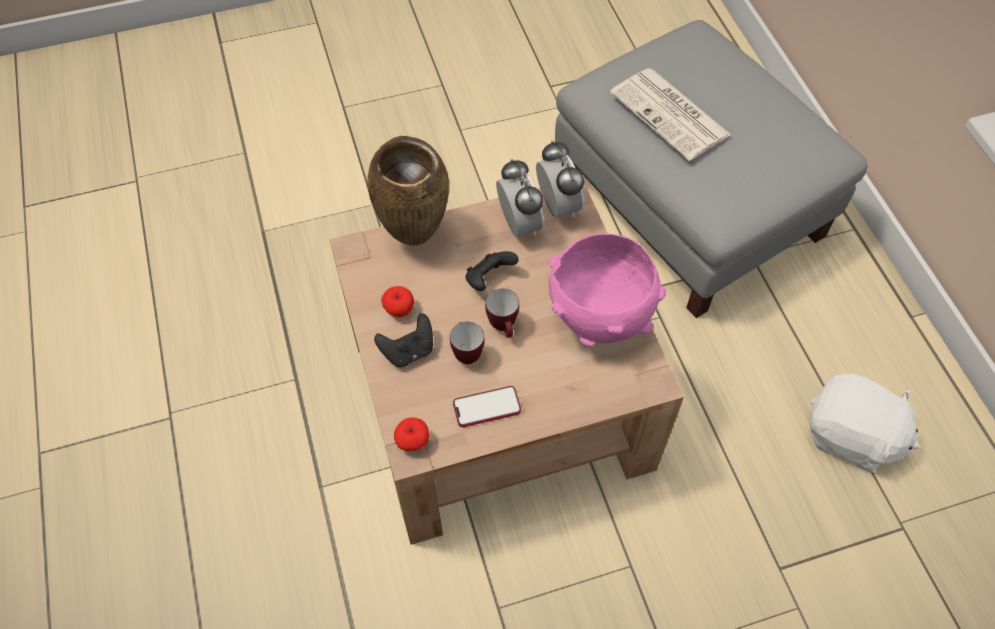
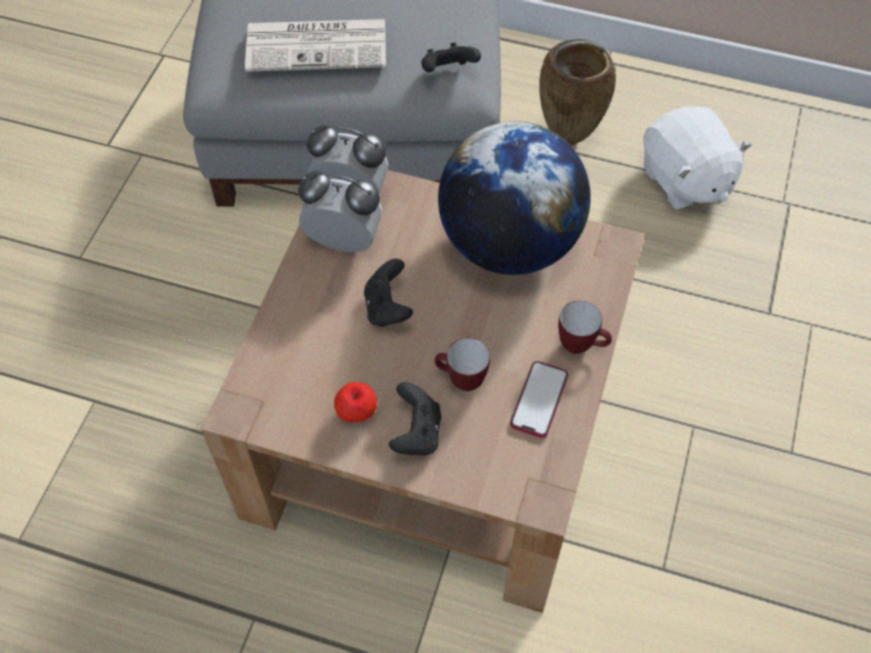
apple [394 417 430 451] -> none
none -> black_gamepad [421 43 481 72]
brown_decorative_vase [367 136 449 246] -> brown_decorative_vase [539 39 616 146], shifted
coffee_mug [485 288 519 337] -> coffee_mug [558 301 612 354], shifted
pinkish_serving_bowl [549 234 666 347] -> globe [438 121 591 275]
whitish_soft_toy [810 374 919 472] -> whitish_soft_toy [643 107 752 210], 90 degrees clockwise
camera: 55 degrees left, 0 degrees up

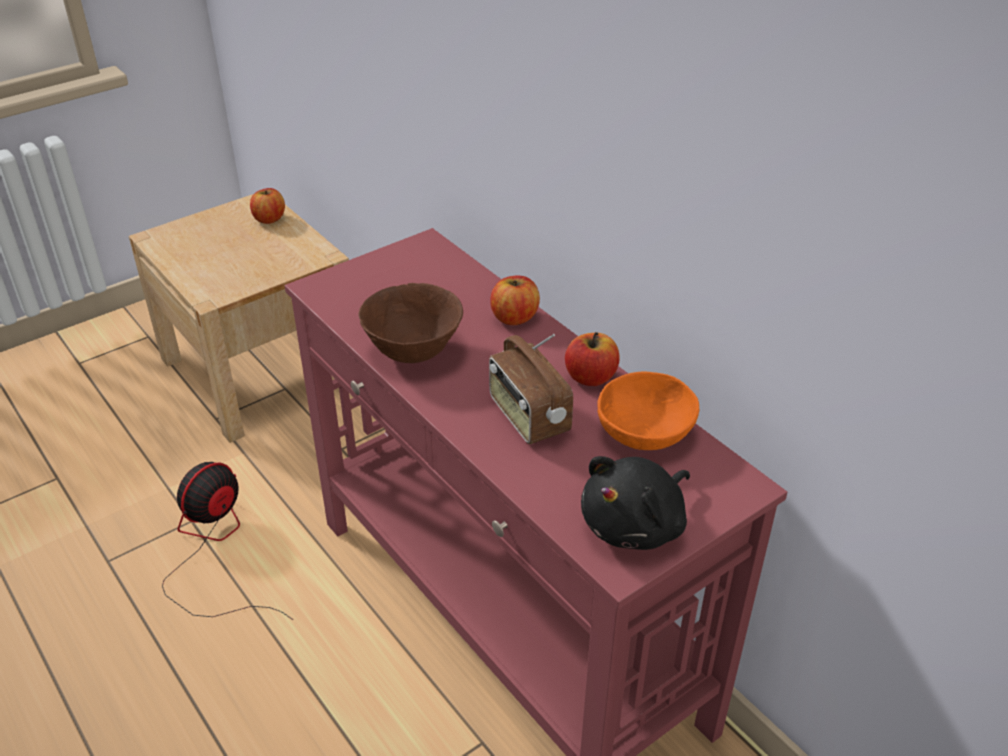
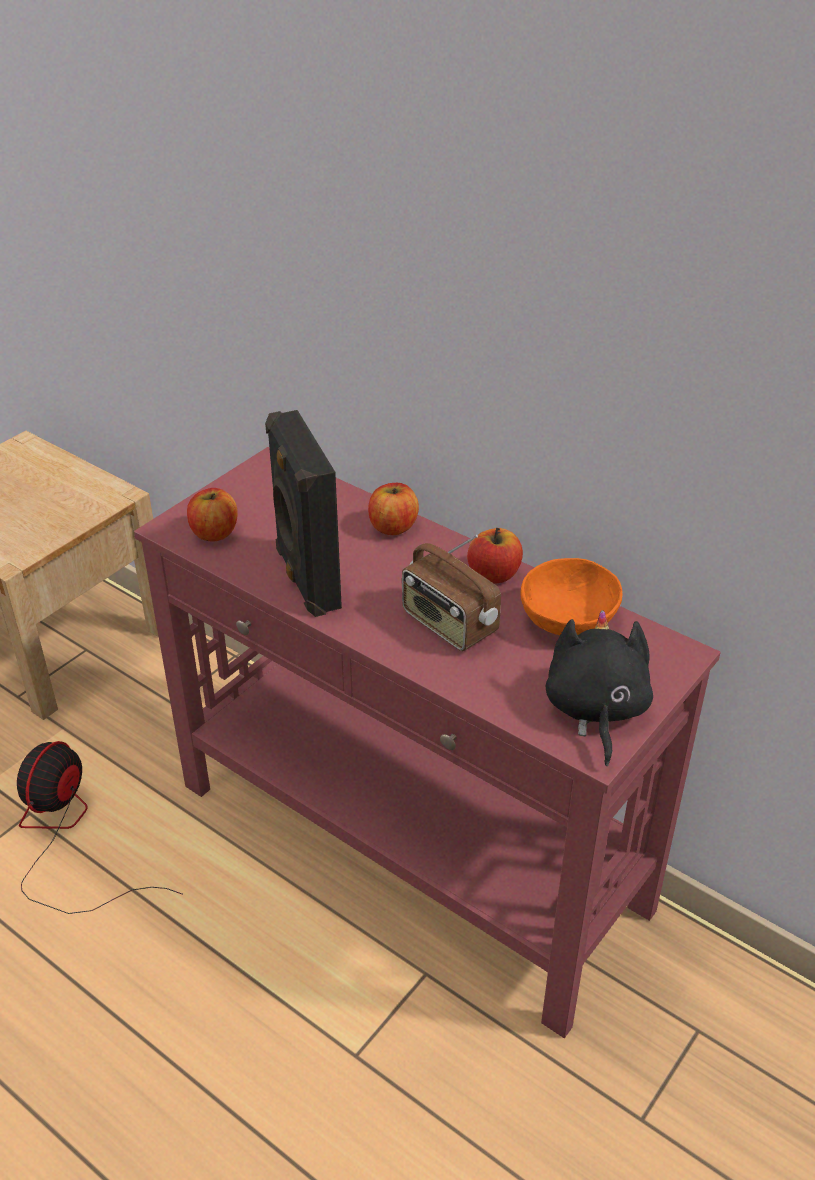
apple [250 188 285 224] -> apple [187 488 238 541], shifted
brown_serving_bowl [358 283 463 363] -> black_loudspeaker [265 410 342 617]
black_soft_toy [581 456 690 550] -> black_soft_toy [546 610 653 766], 150 degrees clockwise
camera: 15 degrees left, 0 degrees up

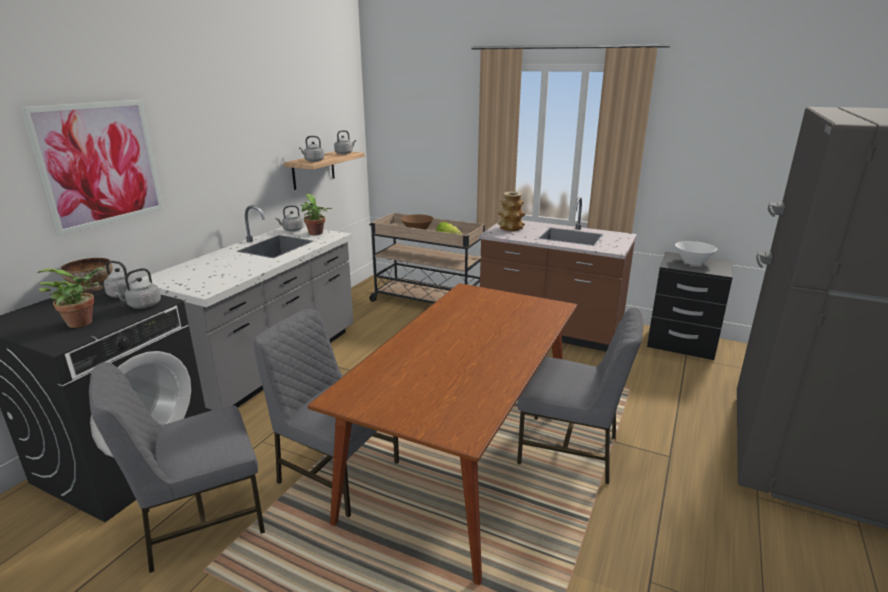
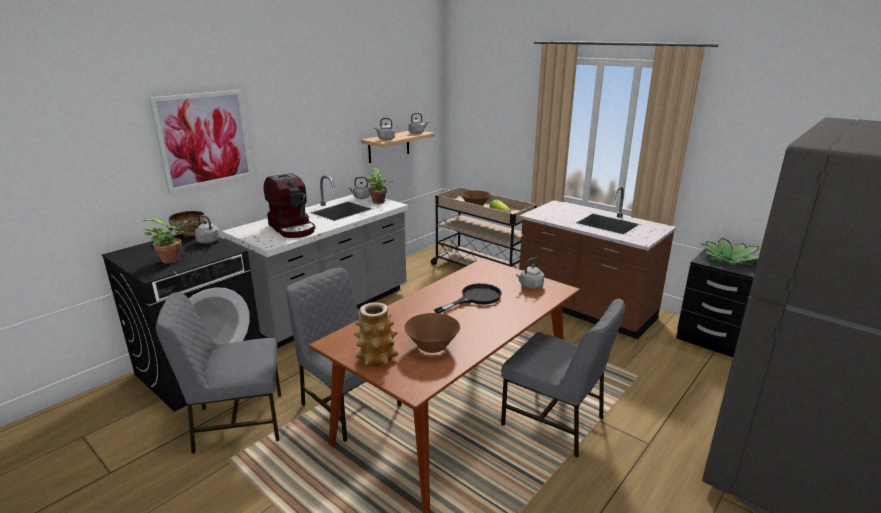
none -> coffee_brewer [264 173 315 238]
none -> brown_serving_bowl [404 313 460 353]
none -> black_frying_pan [434 283 502 313]
greyish_tea_kettle [113 268 161 309] -> greyish_tea_kettle [516 257 544 289], shifted
decorative_vase [498 192 526 231] -> decorative_vase [354 302 399 366], shifted
whitish_serving_bowl [675 241 717 265] -> potted_plant [701 238 759 266]
camera: 15 degrees right, 0 degrees up

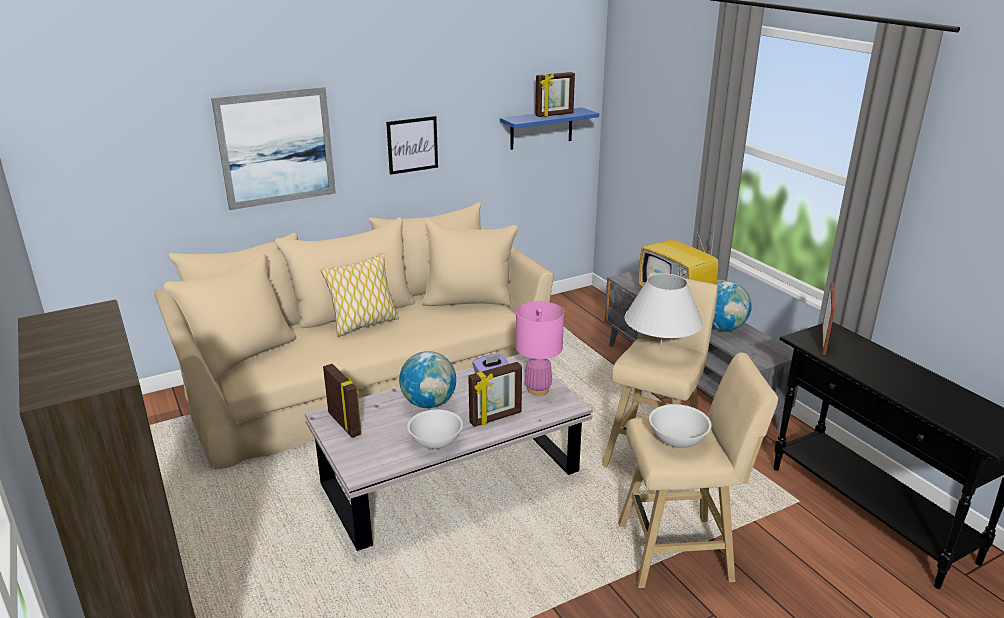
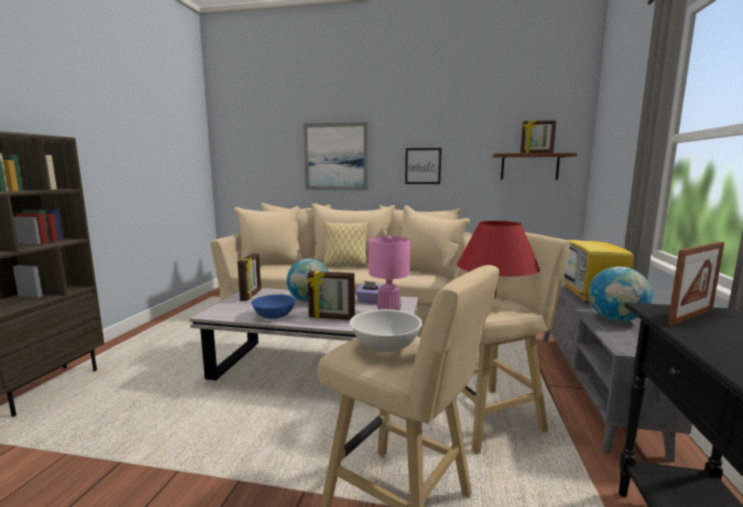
whitish_serving_bowl [407 409 463 449] -> blue_serving_bowl [251 294 296 319]
blue_bracket_shelf [500 107 599 150] -> brown_bracket_shelf [493 153 577 180]
whitish_tabletop_lamp [624 273 703 349] -> red_tabletop_lamp [457 221 540 299]
camera: 40 degrees right, 15 degrees down

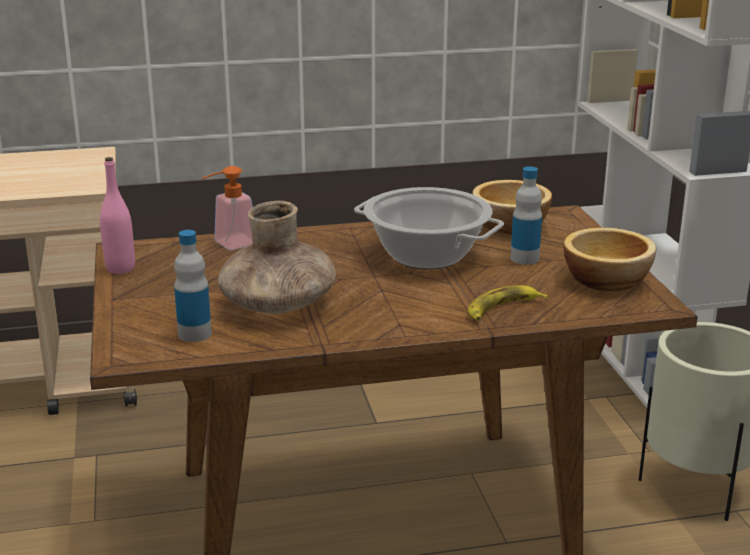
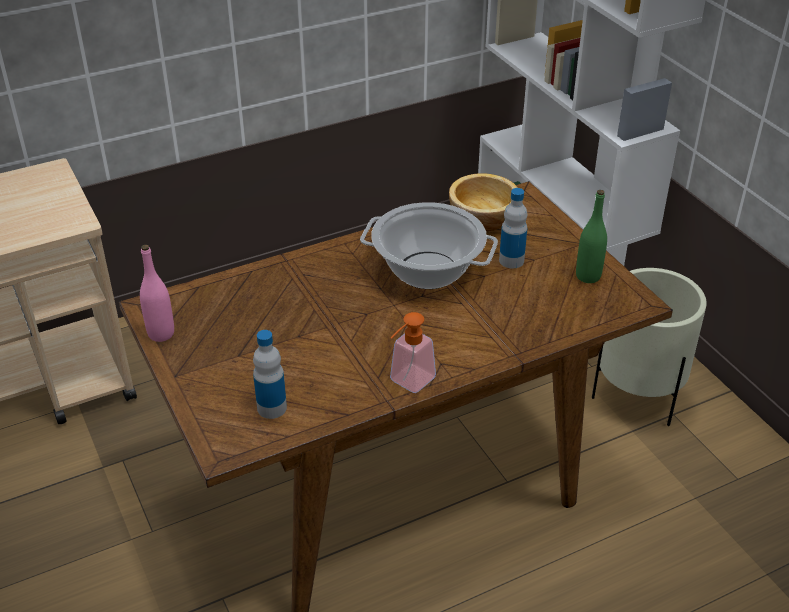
brown_decorative_vase [218 201 336 314] -> none
banana_fruit [468 286 549 320] -> none
soap_dispenser [202 166 253 250] -> soap_dispenser [390 312 436 393], shifted
serving_bowl [563 228 656 292] -> green_drink_bottle [576 190 607 283]
camera: 15 degrees left, 15 degrees up

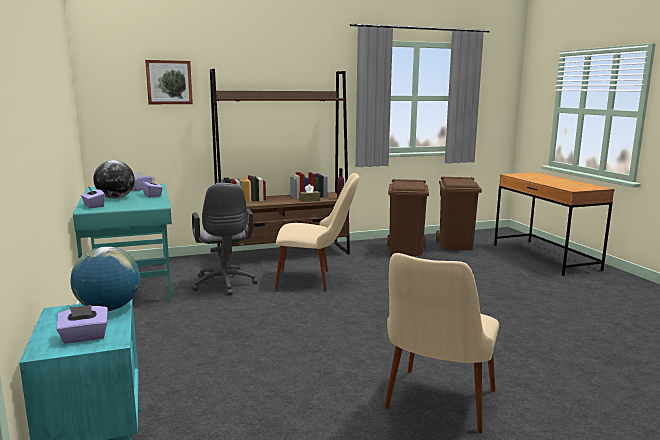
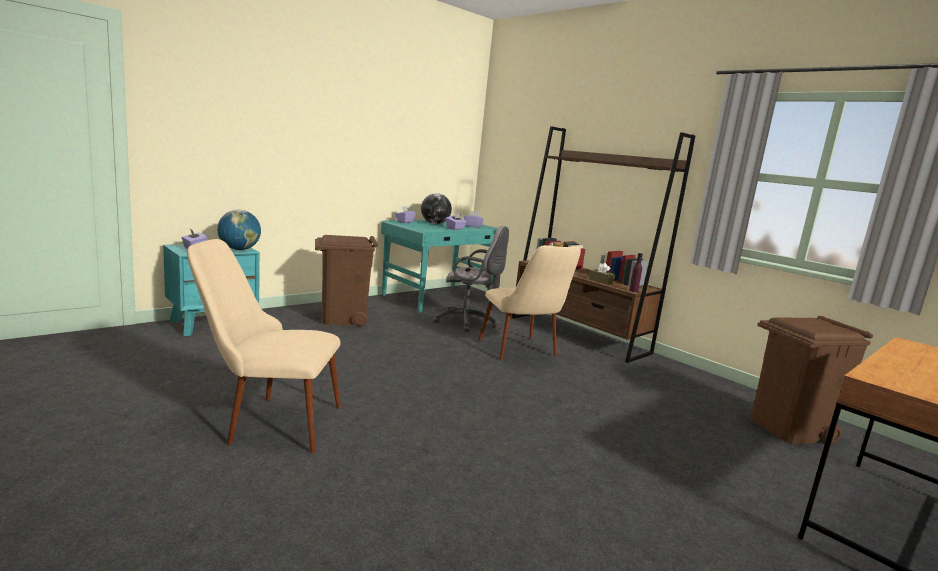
wall_picture [145 60 193 104] -> none
brown_trash_can [387 179 429 256] -> brown_trash_can [315 235 378 326], shifted
greyish_computer_chair [192 183 258 295] -> greyish_computer_chair [433 226 509 332], 120 degrees counterclockwise
camera: 65 degrees right, 0 degrees up

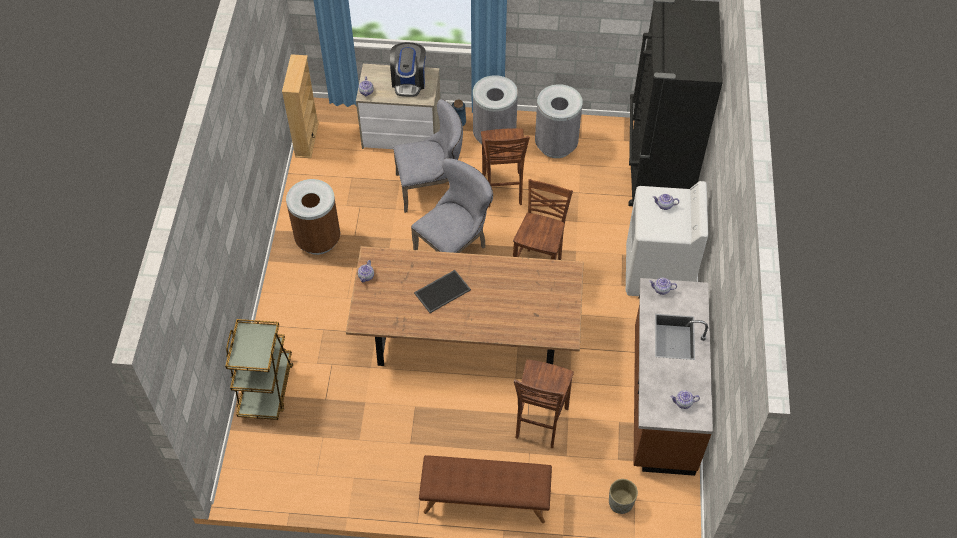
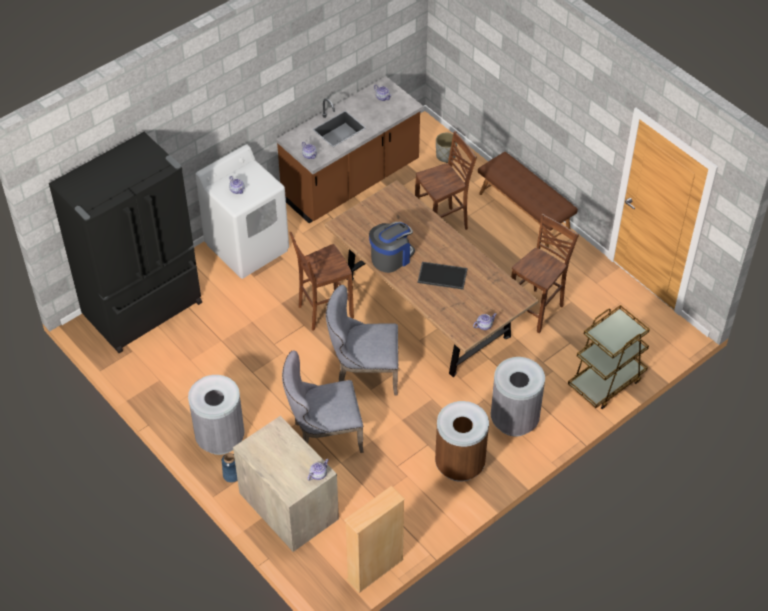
coffee_brewer [390 42 426 97] -> coffee_brewer [369 222 415 273], shifted
brown_stool_seat [481 128 530 207] -> brown_stool_seat [511 214 579 333], shifted
greyish_trash_can [535 84 583 158] -> greyish_trash_can [491 357 545 436], shifted
greyish_plain_chair [393 99 463 213] -> greyish_plain_chair [282 350 364 453], 45 degrees counterclockwise
camera: 135 degrees left, 5 degrees down

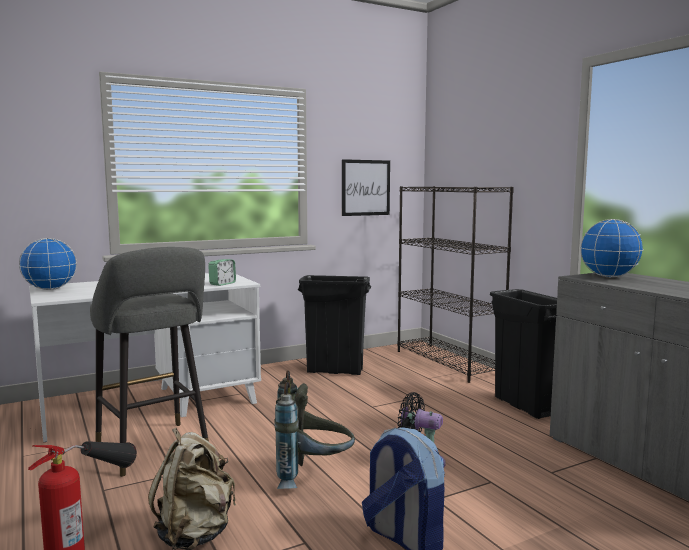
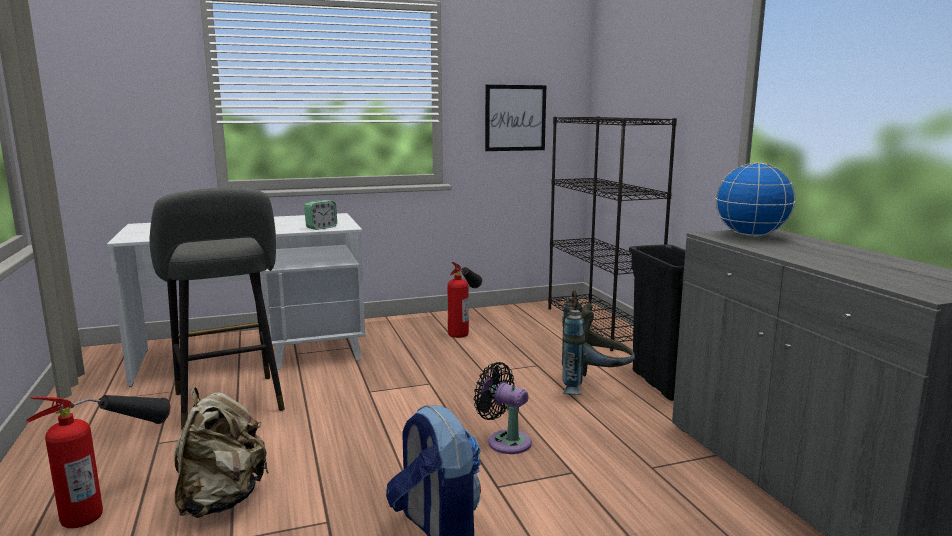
globe [19 238 77 290] -> none
greyish_knapsack [274 371 355 489] -> greyish_knapsack [562 290 635 395], shifted
black_trash_can [298 275 371 375] -> extinguisher [447 262 482 338]
camera: 10 degrees right, 5 degrees up

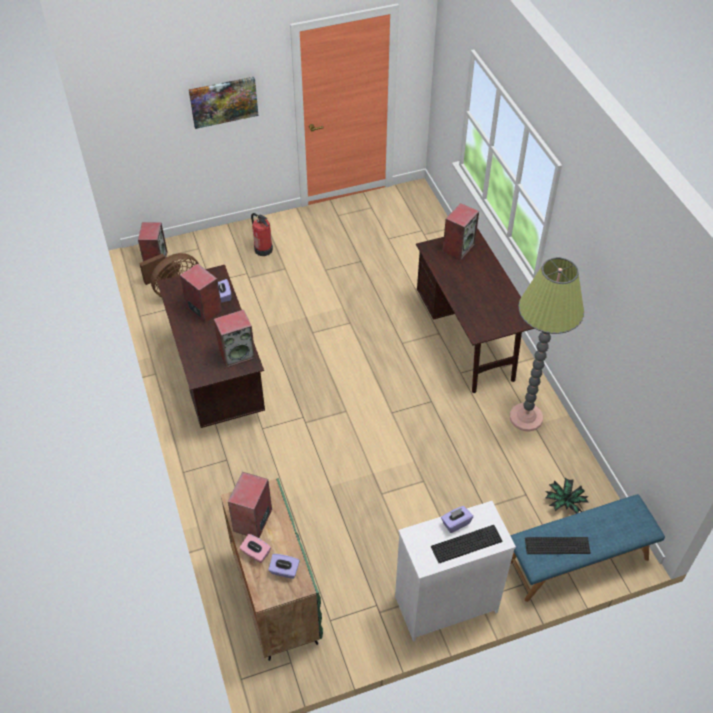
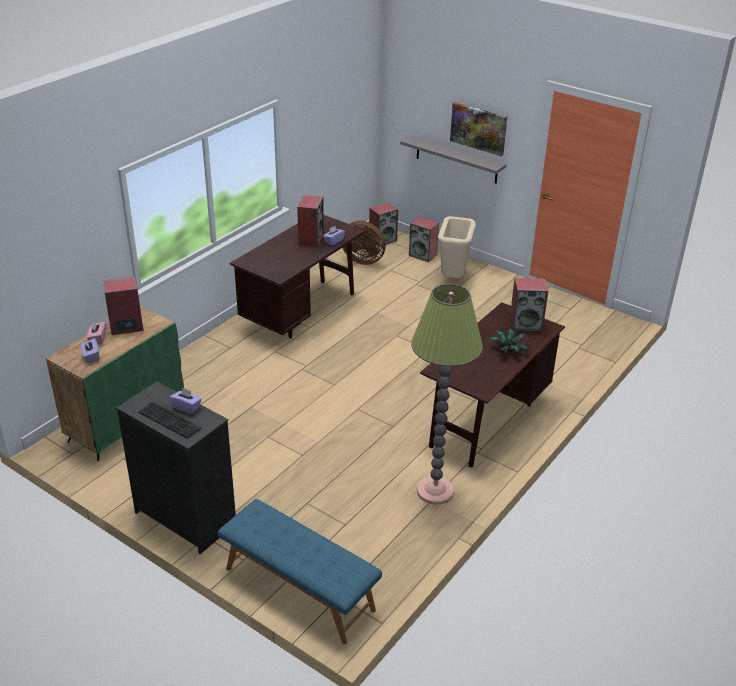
PC_keyboard [525 537 591 554] -> none
none -> greyish_bracket_shelf [400 135 506 184]
loudspeaker [214 310 256 368] -> loudspeaker [409 217 439 262], shifted
potted_plant [546 478 589 514] -> potted_plant [487 328 531 354], shifted
extinguisher [251 213 273 256] -> sand-coloured_trash_can [438 216 476 278]
whitish_chest_of_drawers [395 501 516 642] -> black_chest_of_drawers [116 382 236 554]
camera: 55 degrees right, 15 degrees down

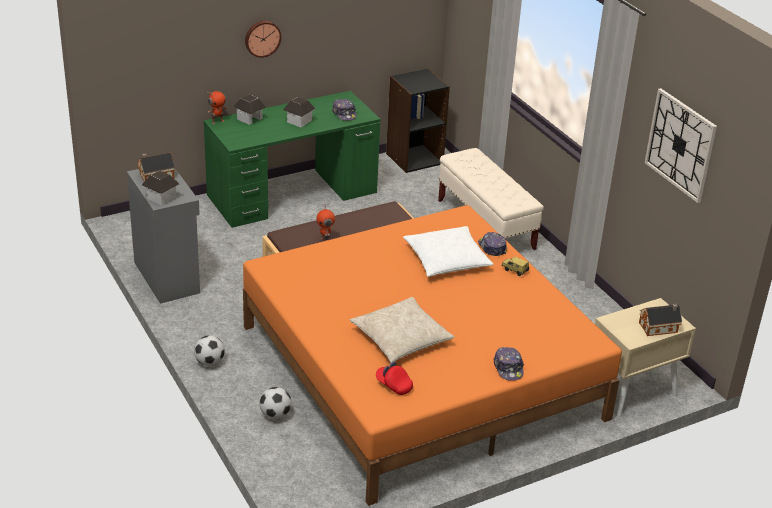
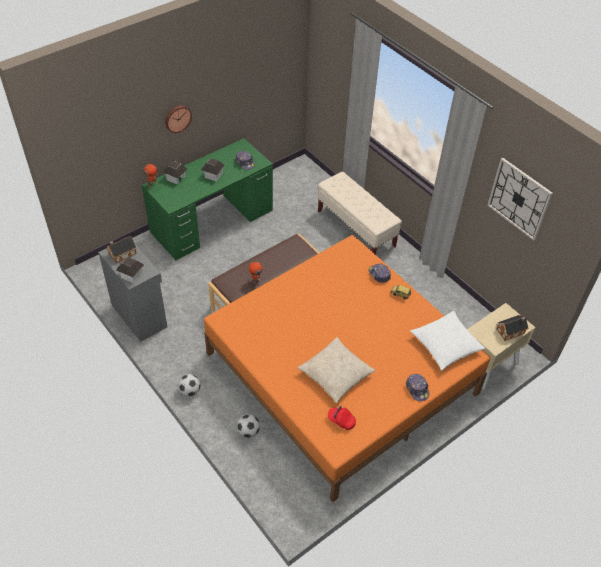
black_shelving_unit [386 69 450 173] -> none
whitish_cushion [403 226 493 277] -> whitish_cushion [410 311 485 371], shifted
camera: 10 degrees left, 15 degrees up

